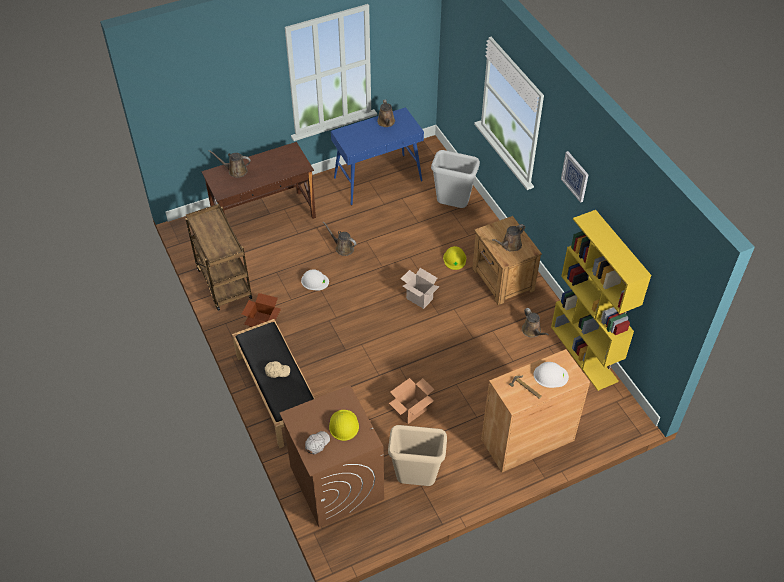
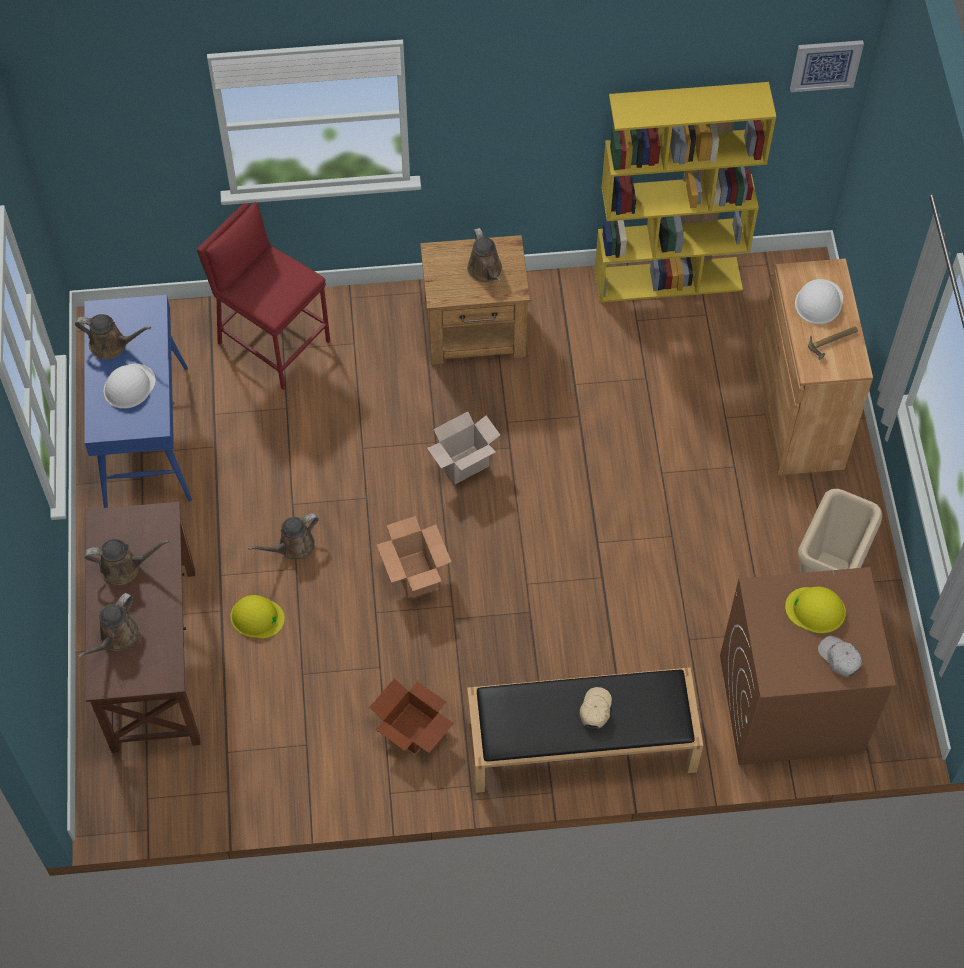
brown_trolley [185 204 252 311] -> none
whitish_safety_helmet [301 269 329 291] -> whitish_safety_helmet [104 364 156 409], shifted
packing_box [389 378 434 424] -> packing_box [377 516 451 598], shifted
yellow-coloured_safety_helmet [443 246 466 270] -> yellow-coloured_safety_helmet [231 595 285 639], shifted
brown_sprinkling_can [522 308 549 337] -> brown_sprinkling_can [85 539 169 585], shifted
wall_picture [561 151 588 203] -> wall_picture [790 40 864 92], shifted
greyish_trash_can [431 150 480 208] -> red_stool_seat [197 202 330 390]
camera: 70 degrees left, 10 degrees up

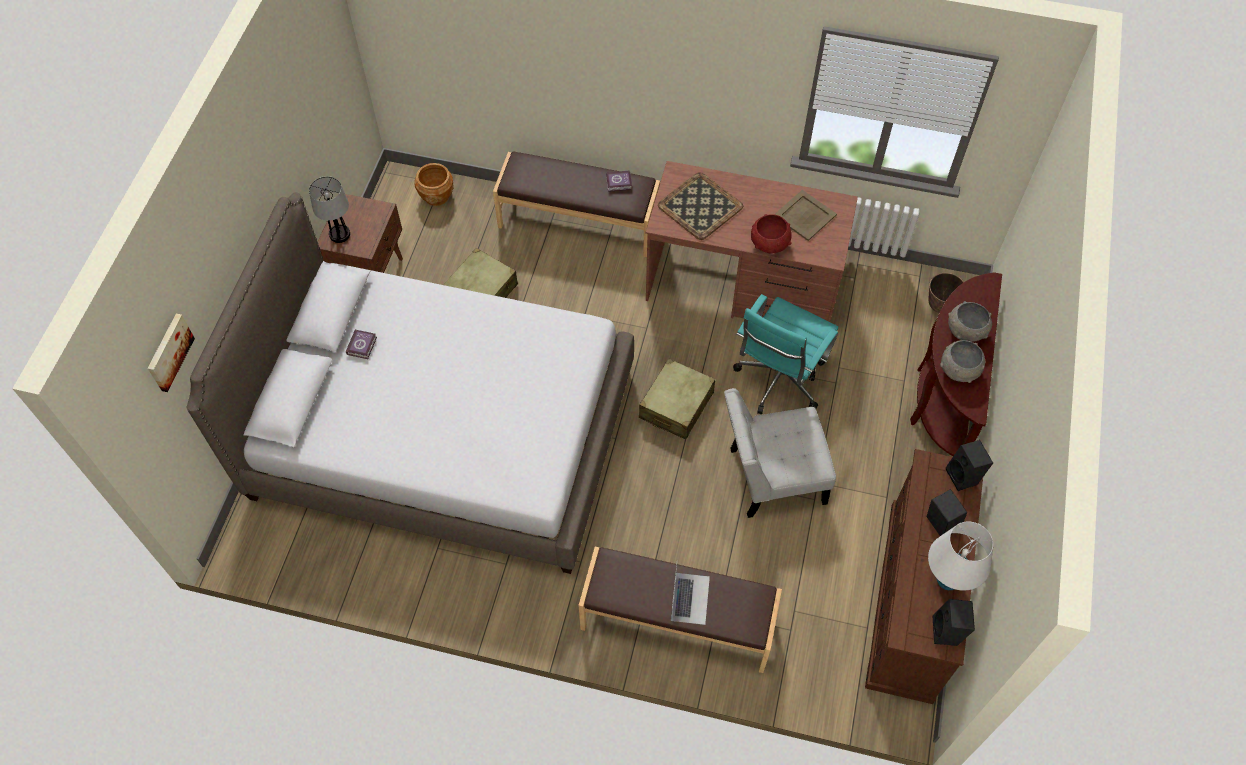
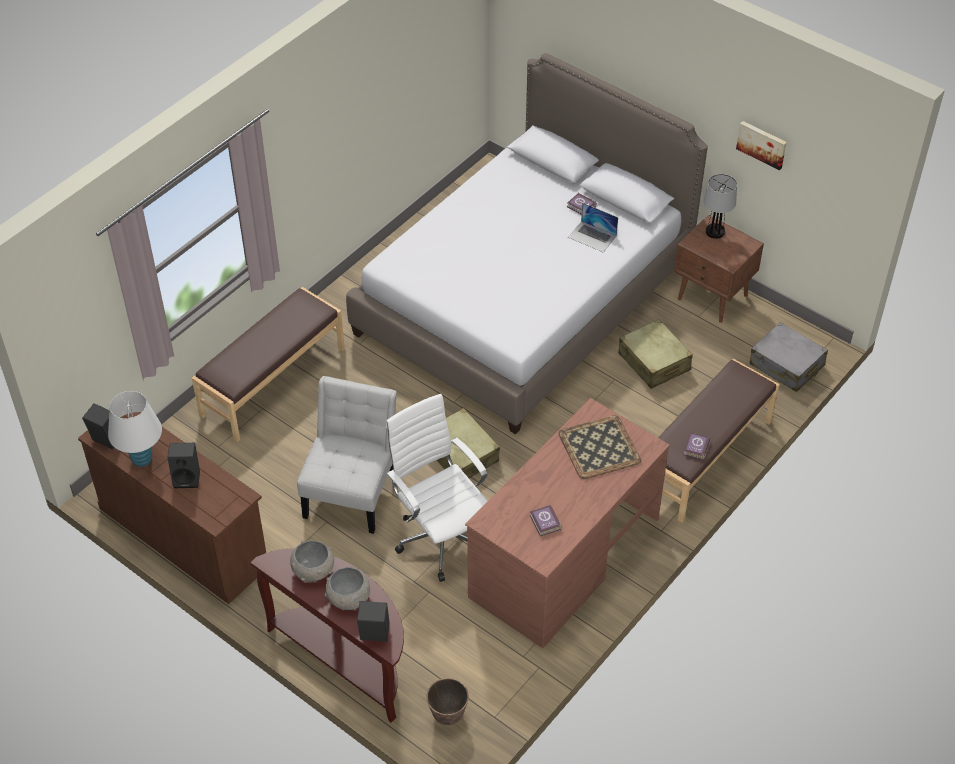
red_serving_bowl [751 214 792 253] -> none
wall_picture [147 313 195 392] -> wall_picture [736 121 787 170], shifted
laptop [671 565 710 625] -> laptop [568 203 618 252], shifted
black_loudspeaker [946 440 993 491] -> black_loudspeaker [357 601 390 642], shifted
brown_flower_pot [414 163 453 206] -> greyish_travel_case [750 322 828 392]
sand-coloured_tray [774 190 837 241] -> volume [530 505 562 536]
blue-green_computer_chair [733 294 838 414] -> whitish_computer_chair [386 394 488 582]
camera: 115 degrees right, 10 degrees down

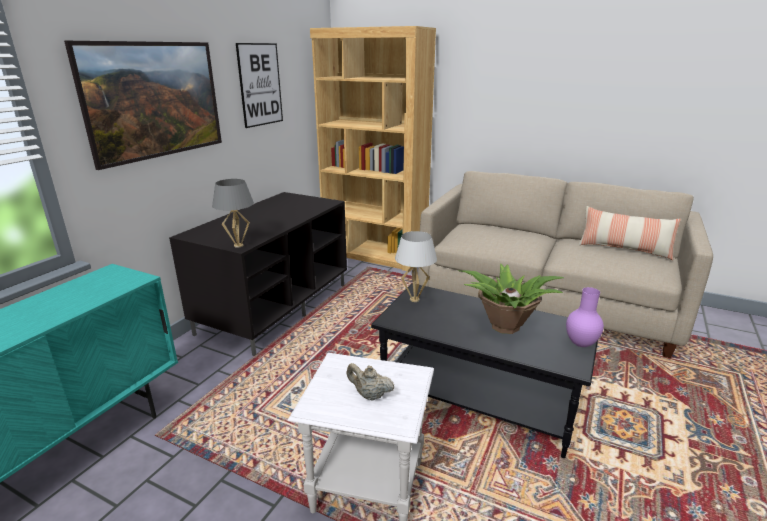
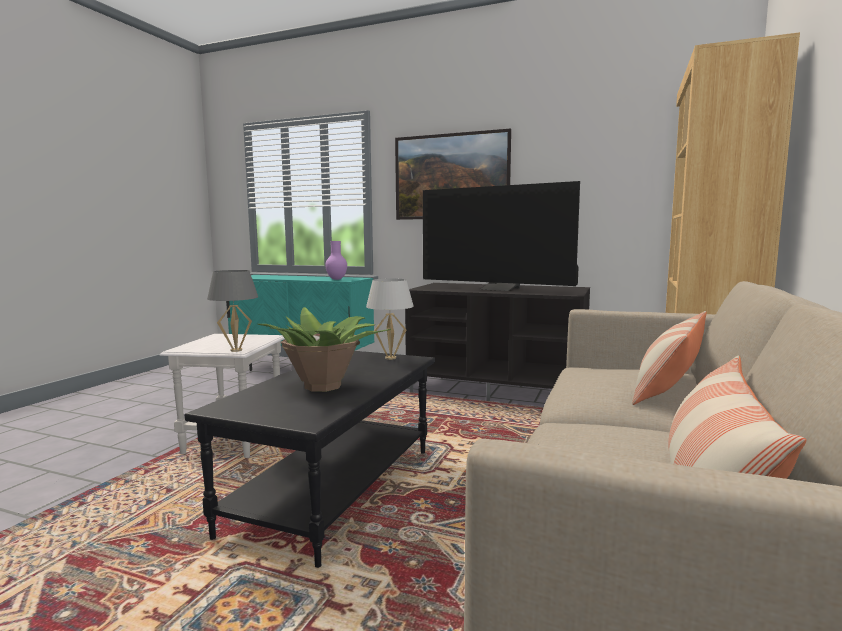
wall_picture [236 43 283 128] -> none
sand-coloured_tea_pot [347 363 395 401] -> none
none -> TV [423 181 580 291]
none -> cushion [632 311 707 405]
greyish_tabletop_lamp [212 179 254 248] -> greyish_tabletop_lamp [207 270 258 352], shifted
purplish_decorative_vase [566 287 604 347] -> purplish_decorative_vase [325 241 347 280], shifted
camera: 85 degrees right, 15 degrees down

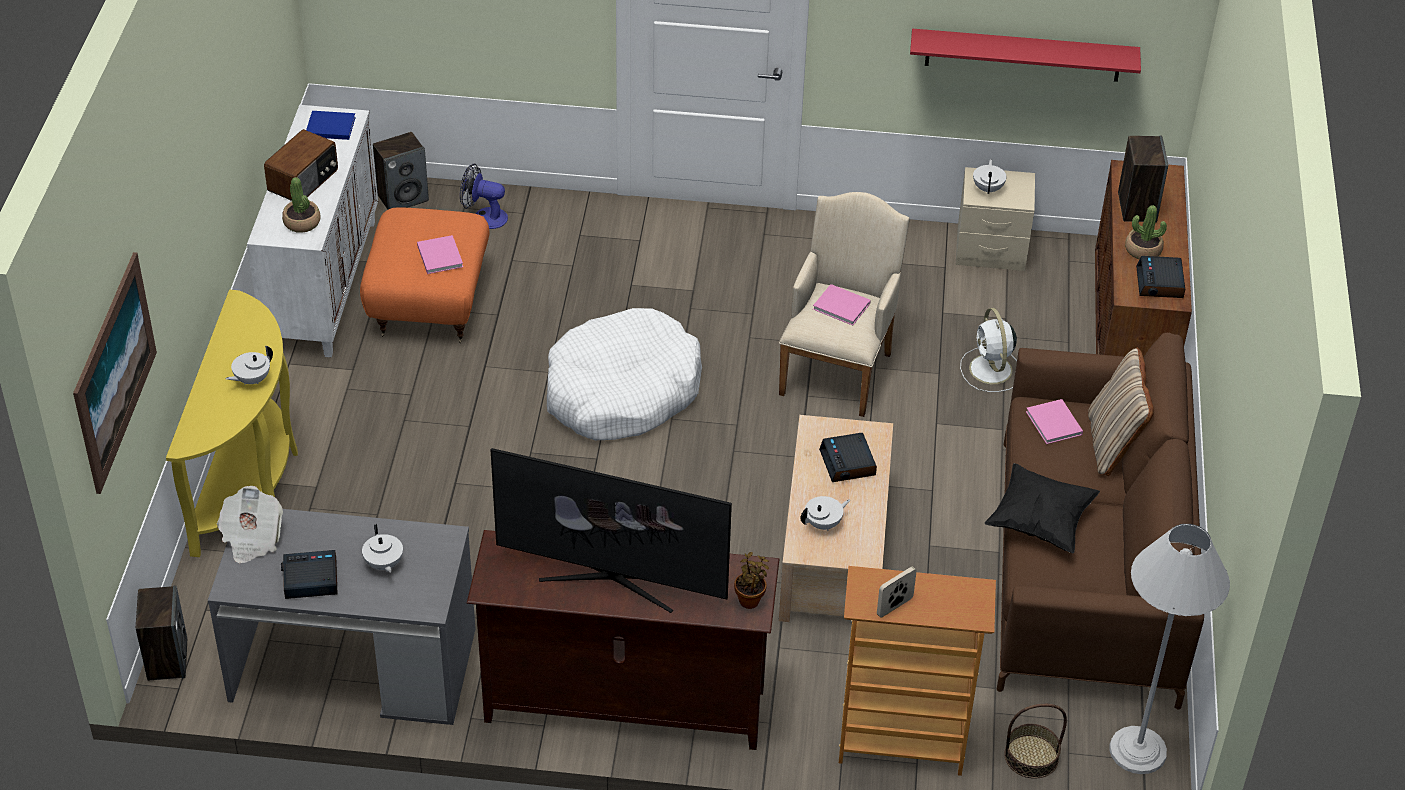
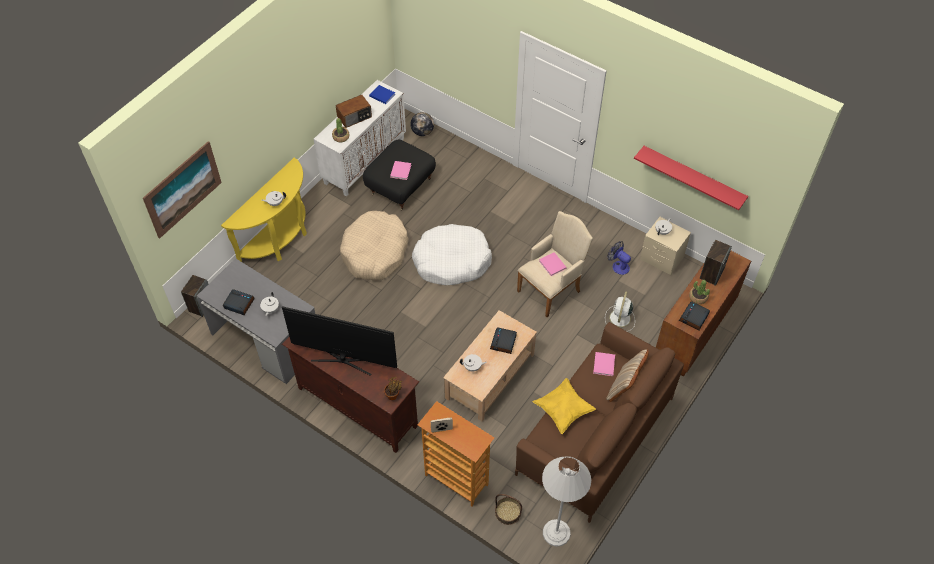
printed_paper [217 486 283 563] -> none
none -> sand-coloured_pet_bed [340 211 409 281]
electric_fan [460 163 508 229] -> electric_fan [607 241 631 275], shifted
loudspeaker [373 132 429 210] -> globe [410 112 434 136]
orangey_footrest [360 207 489 343] -> black_footrest [363 140 436 211]
black_cushion [985 463 1100 553] -> yellow-coloured_cushion [533 378 596 434]
TV [491 448 732 613] -> TV [282 306 397 376], 150 degrees clockwise
camera: 30 degrees right, 10 degrees up

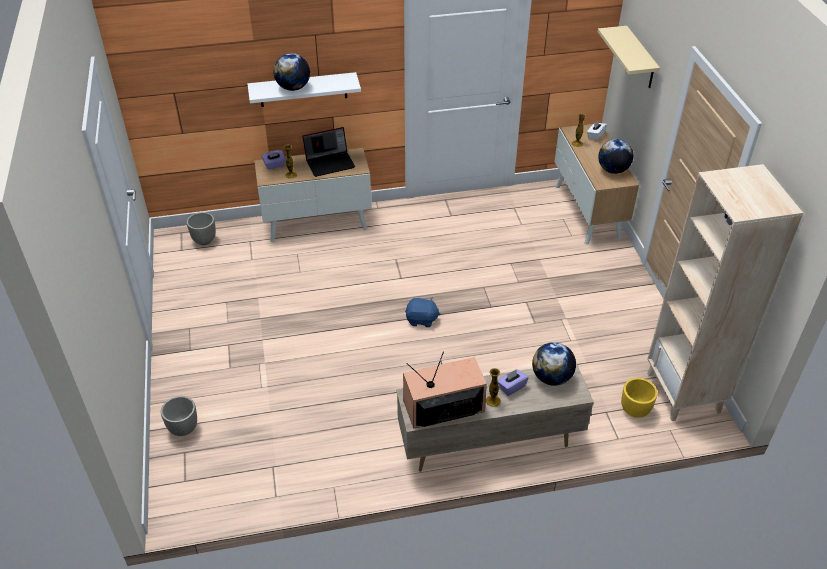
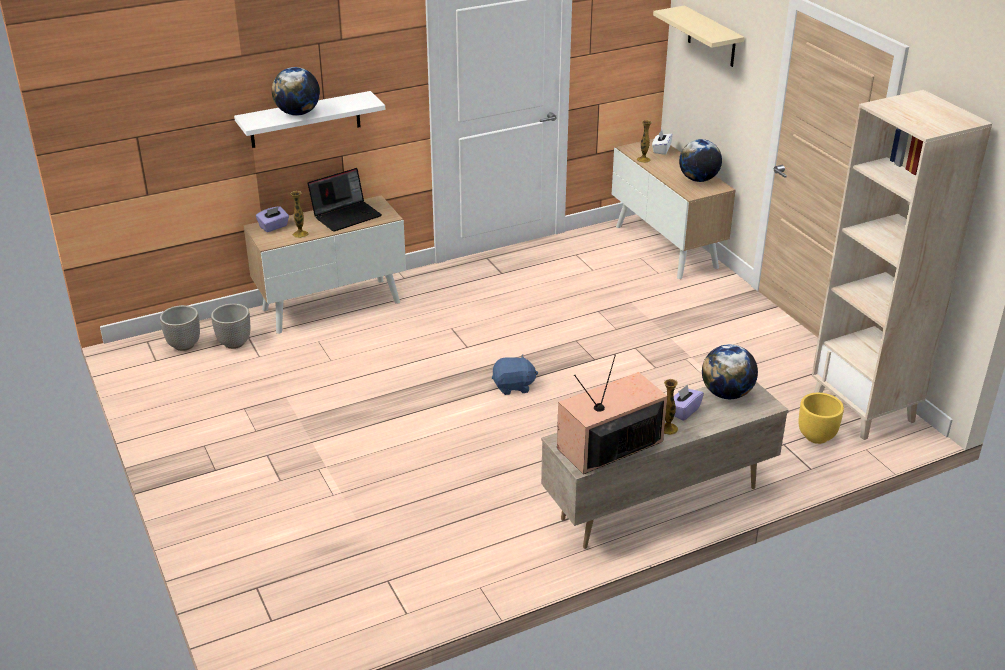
flower_pot [161 396 197 436] -> flower_pot [211 303 250 349], shifted
camera: 15 degrees left, 10 degrees down

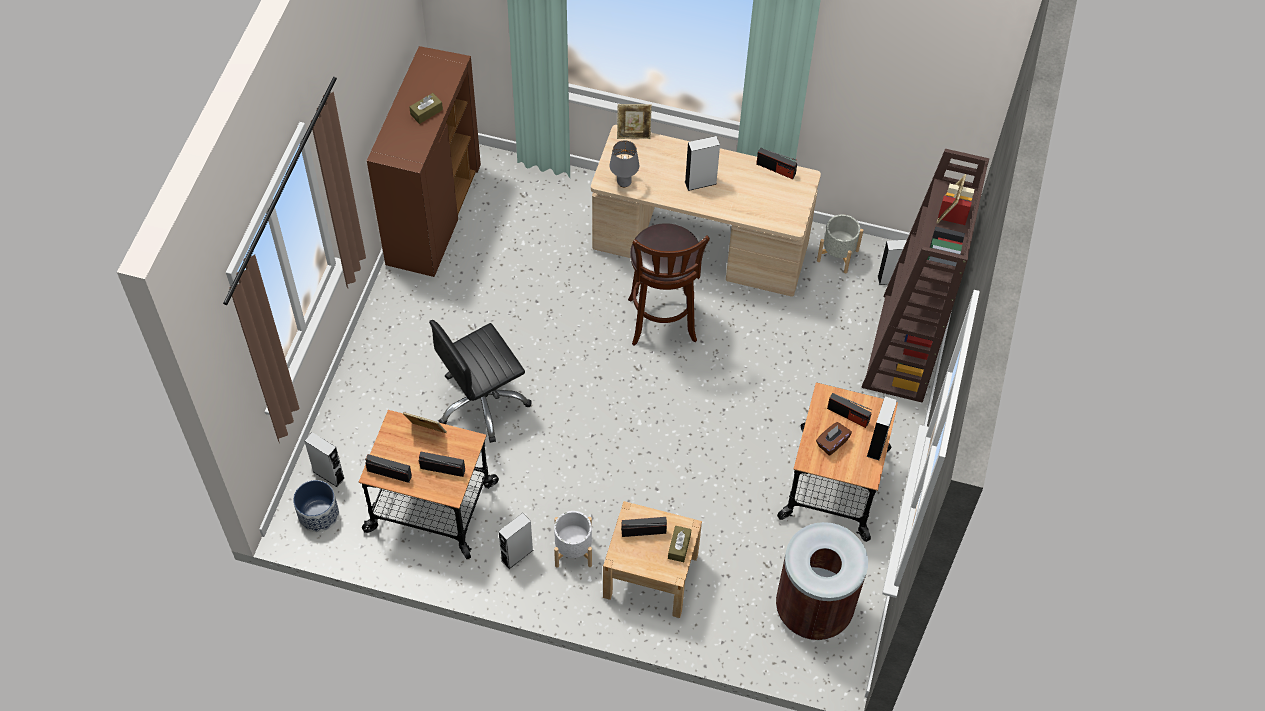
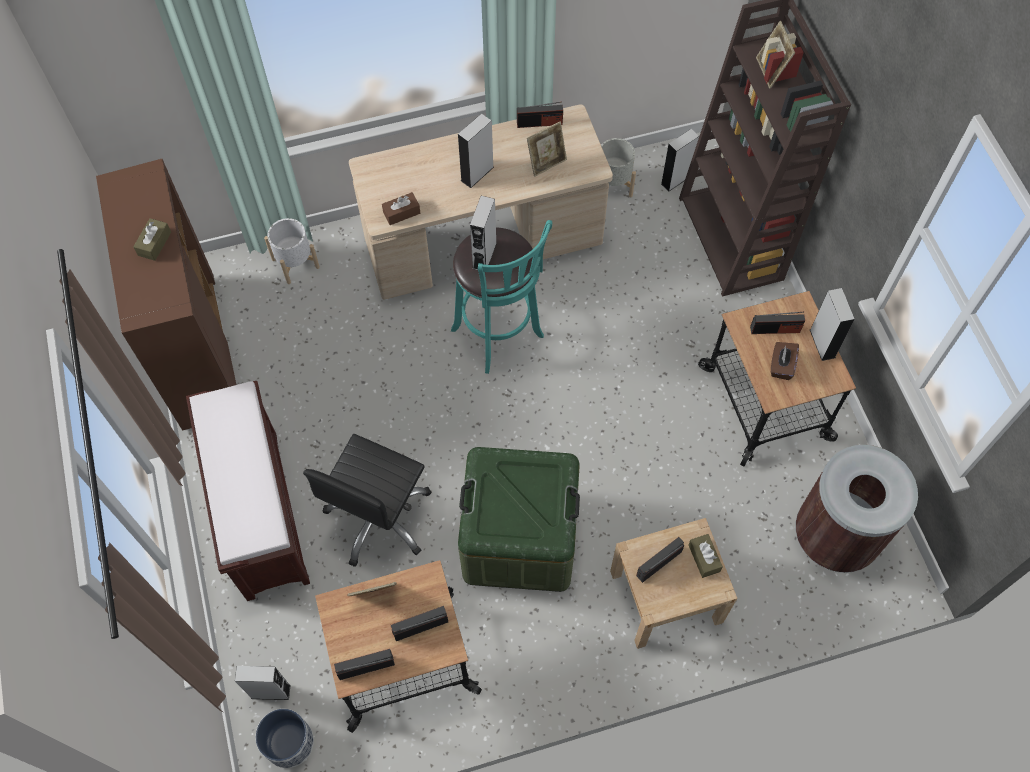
none -> brown_bench [186 381 310 601]
none -> green_storage_box [458 447 580 592]
greyish_loudspeaker [498 513 533 569] -> greyish_loudspeaker [470 196 497 270], shifted
whitish_flower_pot [554 511 592 568] -> whitish_flower_pot [264 218 320 284], shifted
photo_frame [617 104 652 139] -> photo_frame [527 121 567 177], shifted
greyish_tabletop_lamp [609 140 639 187] -> brown_box_of_tissues [382 192 420 225]
brown_stool_seat [628 223 710 346] -> blue-green_stool_seat [451 220 552 374]
camera: 30 degrees left, 5 degrees up

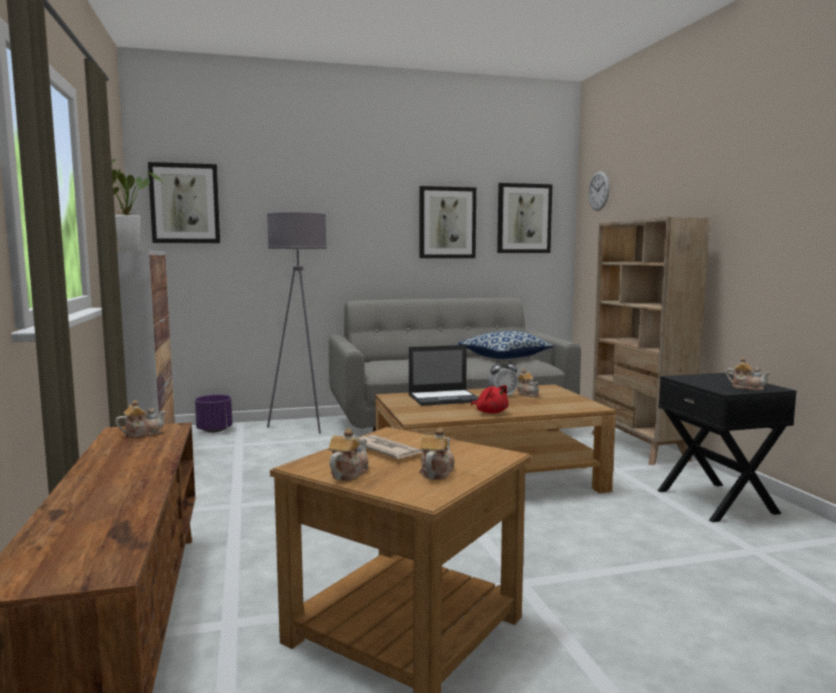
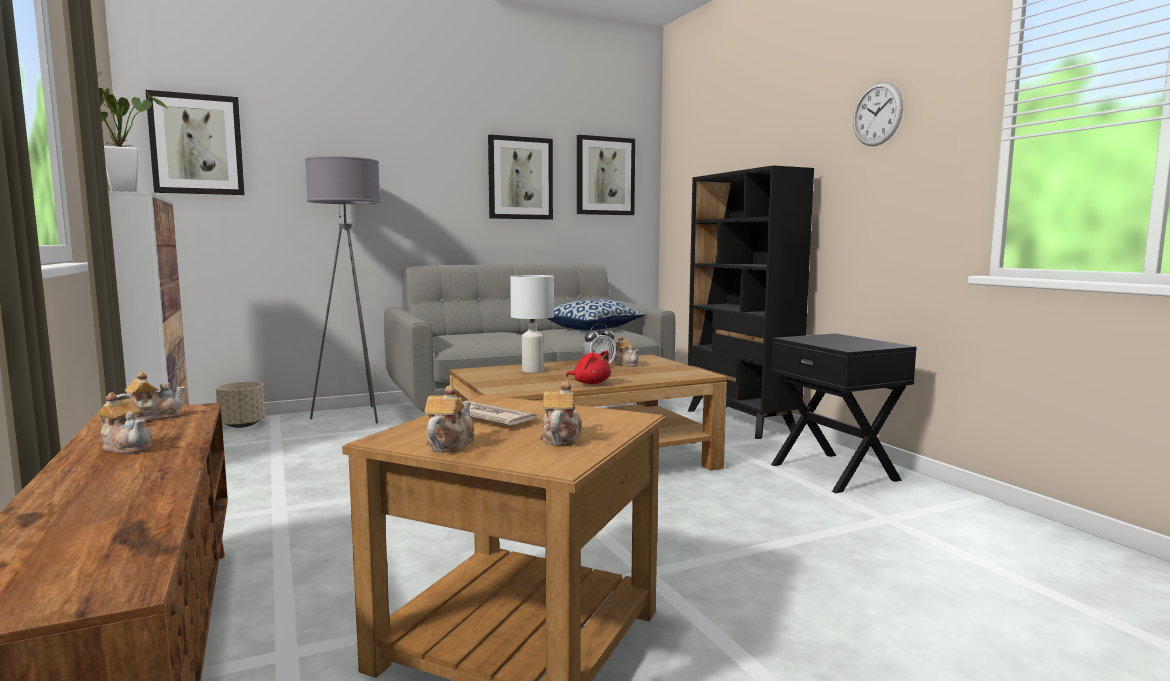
hanging_clock [589 171 610 211] -> hanging_clock [853 82 903 146], shifted
tea_pot [726 357 770 391] -> tea_pot [97 392 153 454], shifted
laptop [409 345 479 406] -> whitish_tabletop_lamp [510 275 554 373]
purplish_flower_pot [195 395 232 433] -> sand-coloured_flower_pot [216 381 266 428]
sand-coloured_shelving_unit [592 217 710 465] -> black_shelving_unit [688 165 814 439]
camera: 10 degrees left, 0 degrees up

